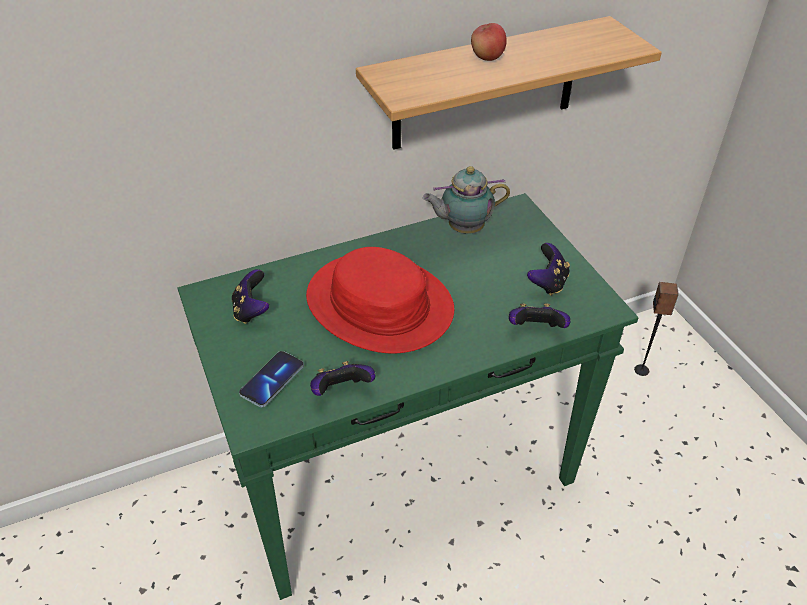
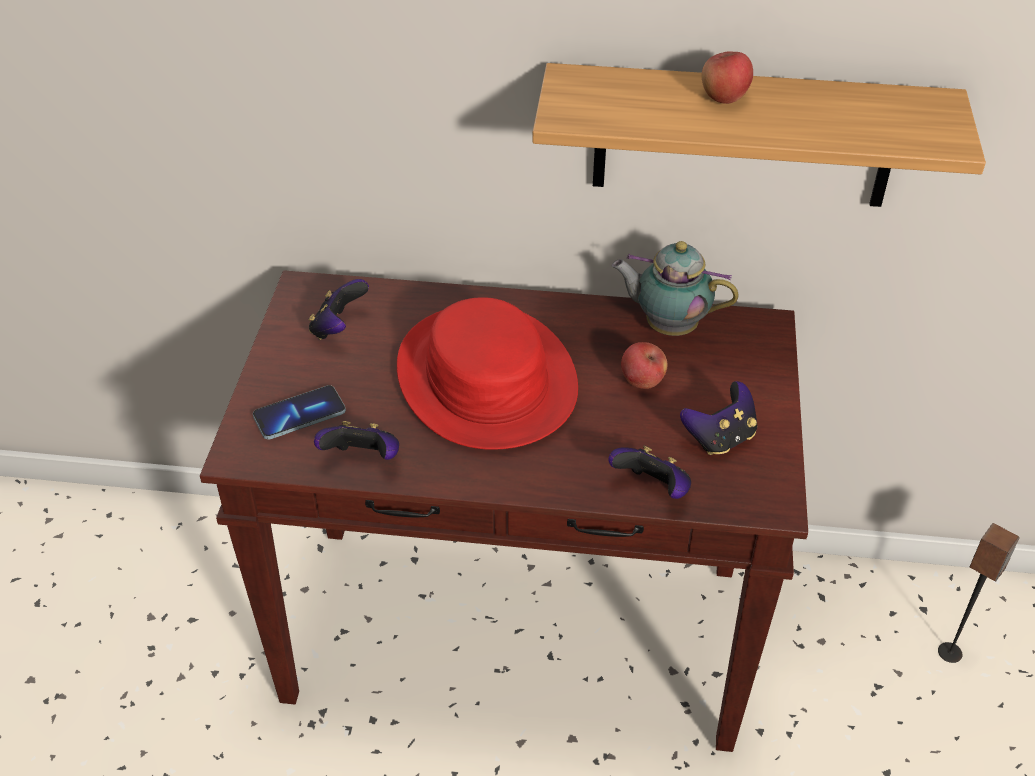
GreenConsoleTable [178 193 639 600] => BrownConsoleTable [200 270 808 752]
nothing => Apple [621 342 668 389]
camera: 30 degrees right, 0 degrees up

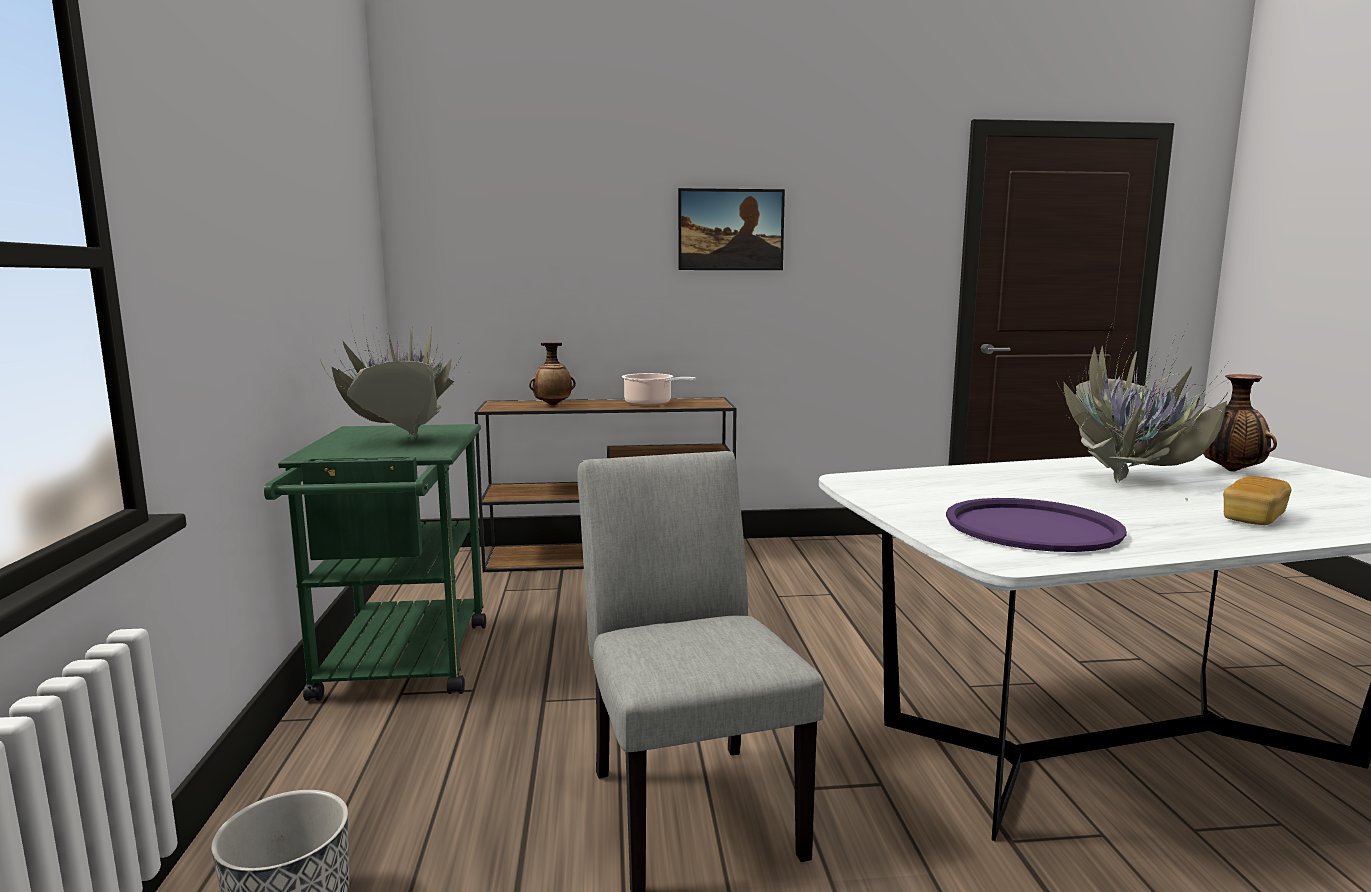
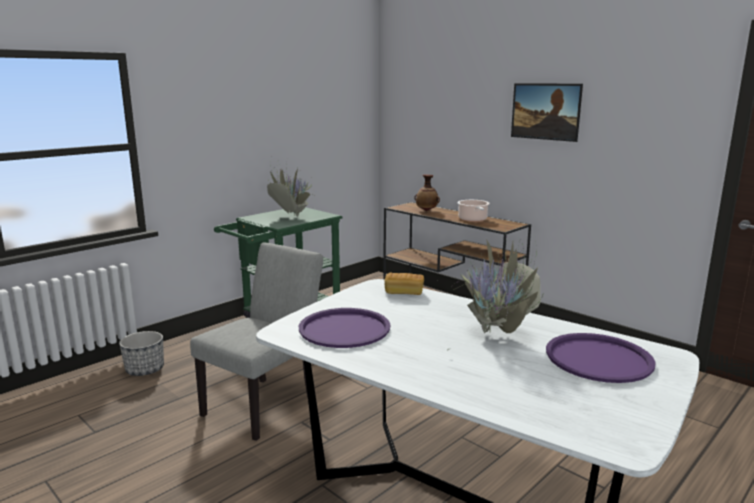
Vase [1203 374 1277 472] => PurpleTray [546 333 656 383]
Bread [1223 476 1291 525] => Bread [385 273 424 295], move
camera: 50 degrees right, 5 degrees up

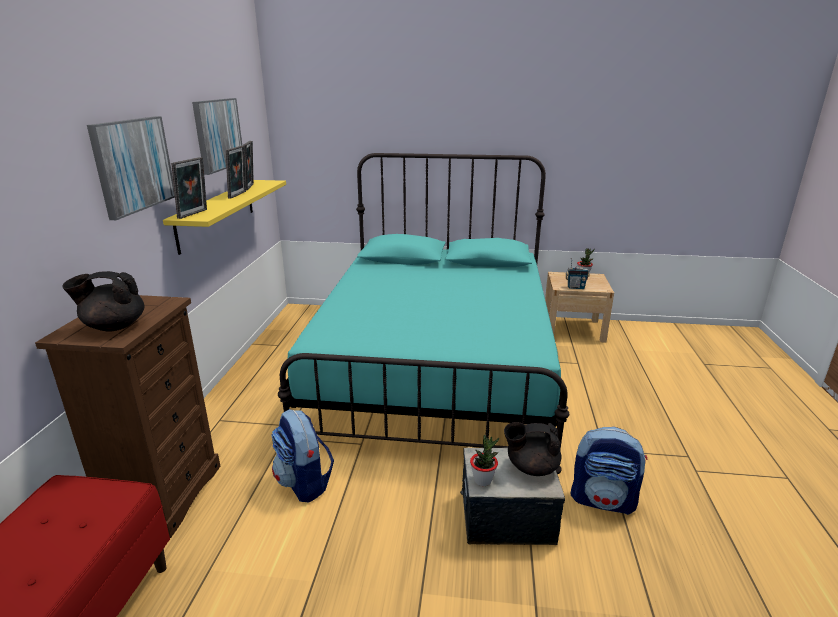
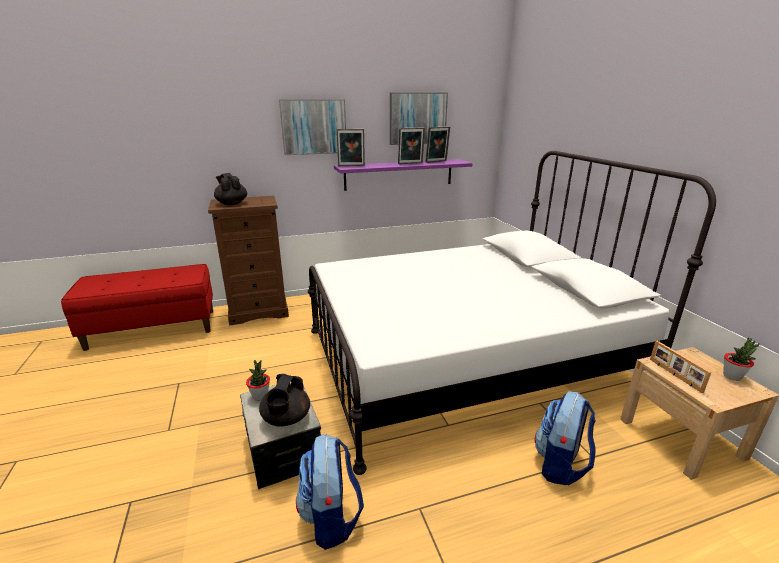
YellowShelf [163 180 286 255] => PurpleShelf [334 159 473 191]
Backpack [272 409 334 502] => Backpack [534 391 596 485], move
TurquoiseBed [278 153 569 474] => WhiteBed [308 151 716 475]
BlackTeapot [504 422 561 476] => BlackTeapot [259 374 310 427], 150 degrees counterclockwise
Radio [566 258 590 289] => PictureFrame [650 341 712 393]
camera: 65 degrees right, 0 degrees up

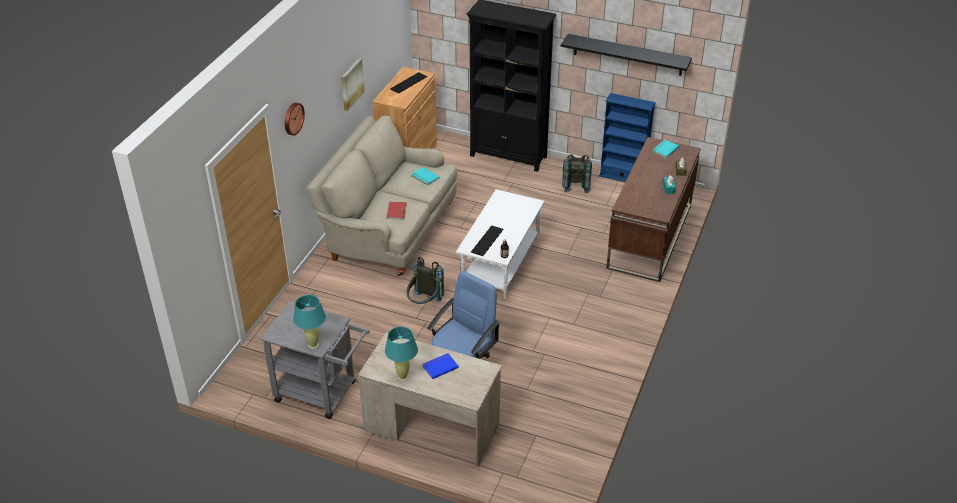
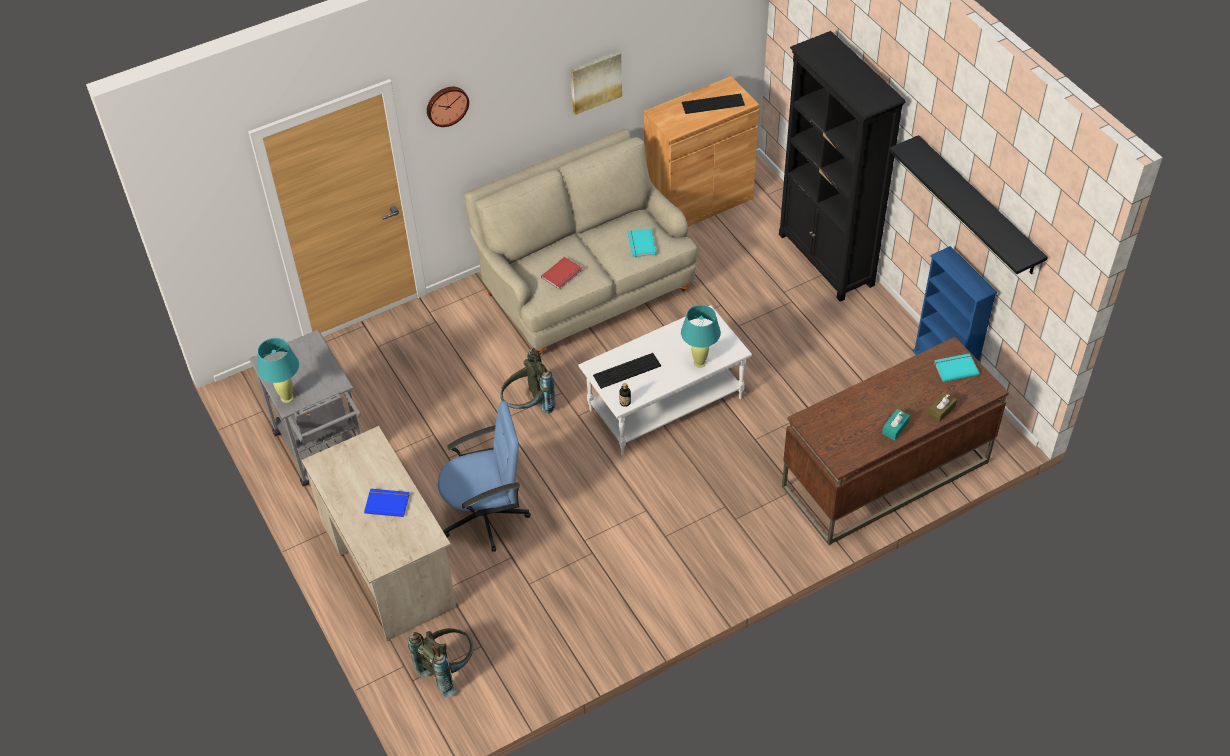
TurquoiseTableLamp [385 327 418 381] => TurquoiseTableLamp [681 305 721 368], move
GreyBackpack [562 154 592 193] => GreyBackpack [408 628 473 698], move
camera: 40 degrees right, 10 degrees up

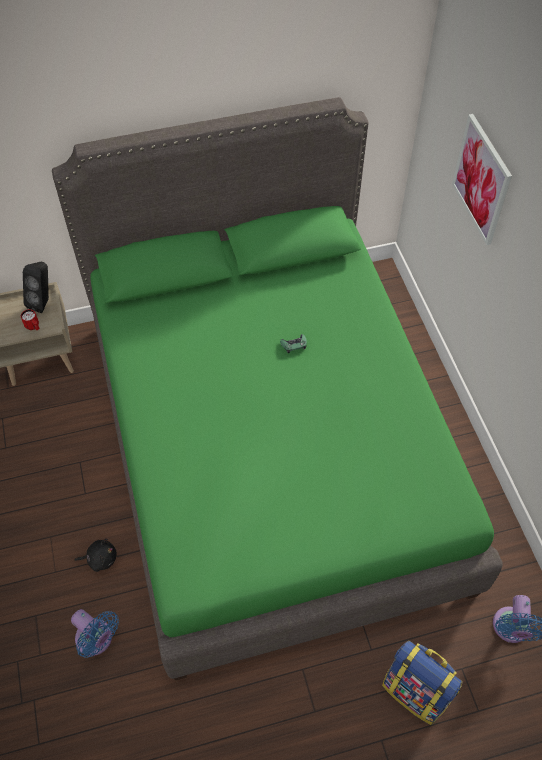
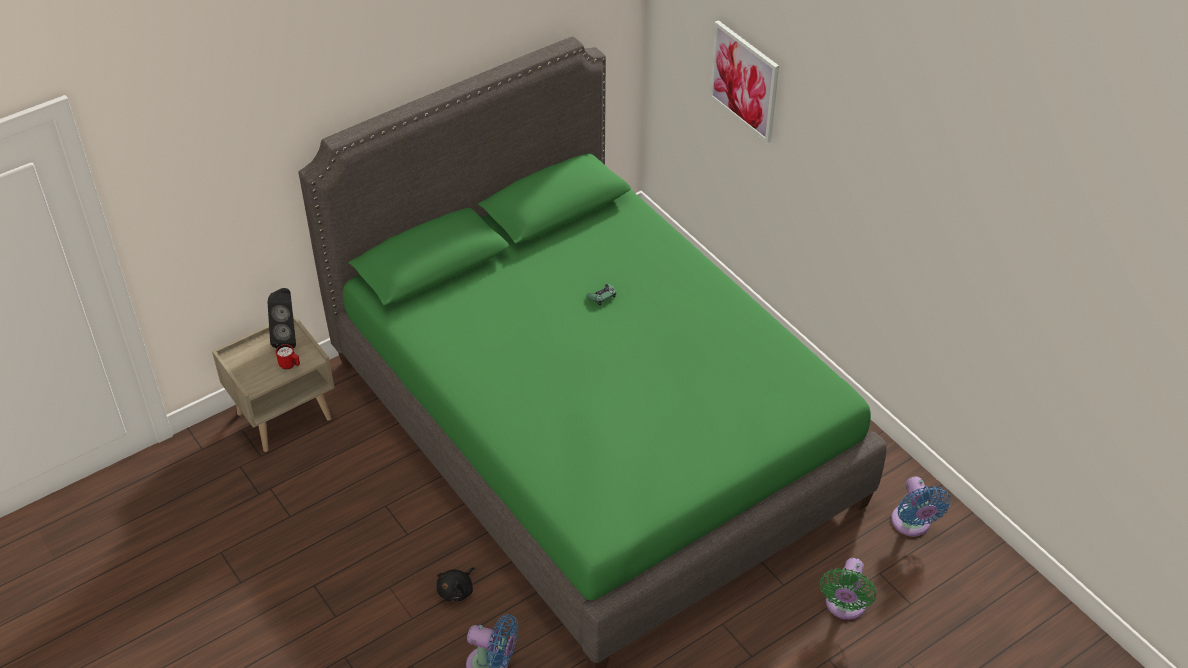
BlackPlushToy [74 539 117 572] => BlackPlushToy [436 567 475 602], 150 degrees clockwise
Backpack [382 641 462 725] => GreenFan [820 558 876 620]
camera: 20 degrees left, 10 degrees down

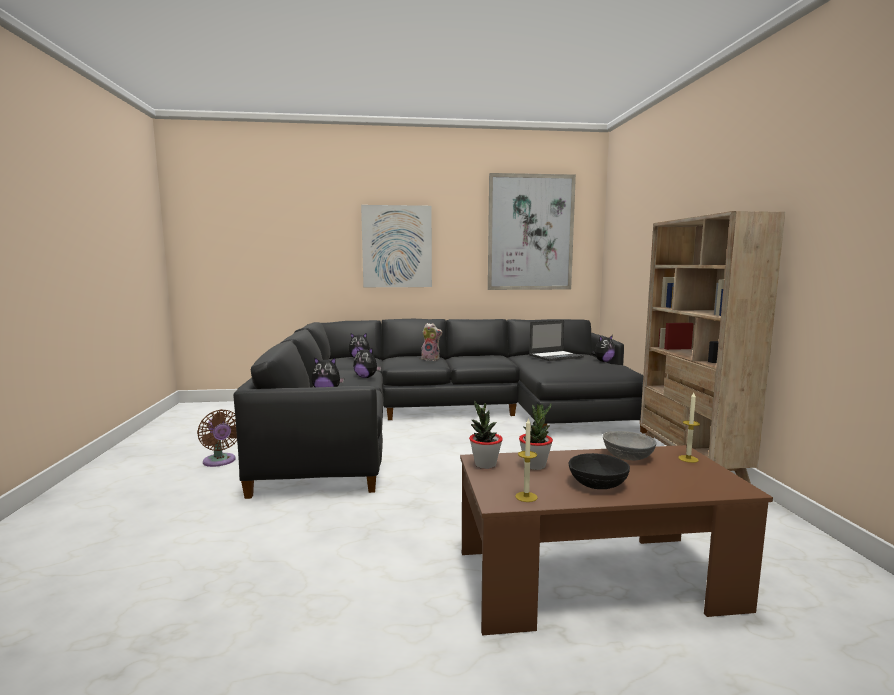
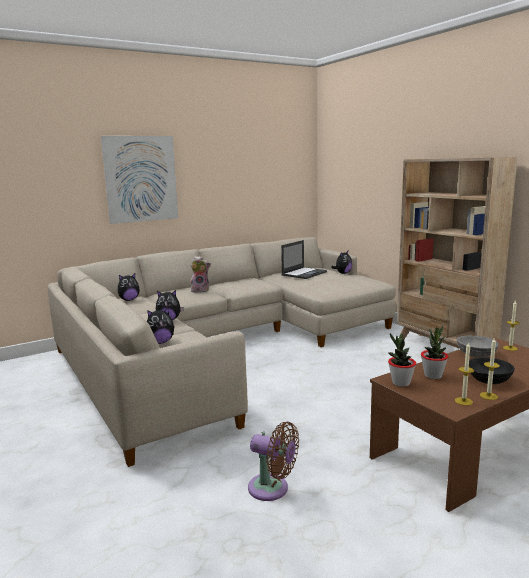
BrownFan [197 409 237 467] => BrownFan [248 422 299 501], move
BlackSofa [233 319 648 499] => BeigeSofa [48 237 396 467]
Picture [488 173 576 290] => nothing
nothing => Candle [480 338 500 400]
camera: 25 degrees left, 5 degrees up

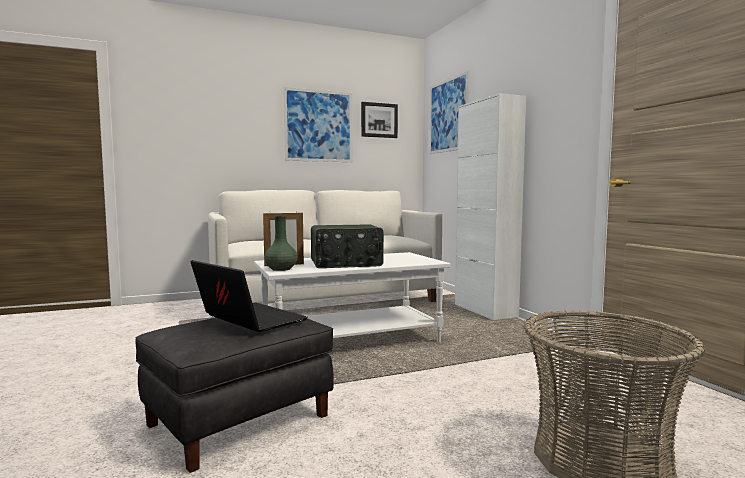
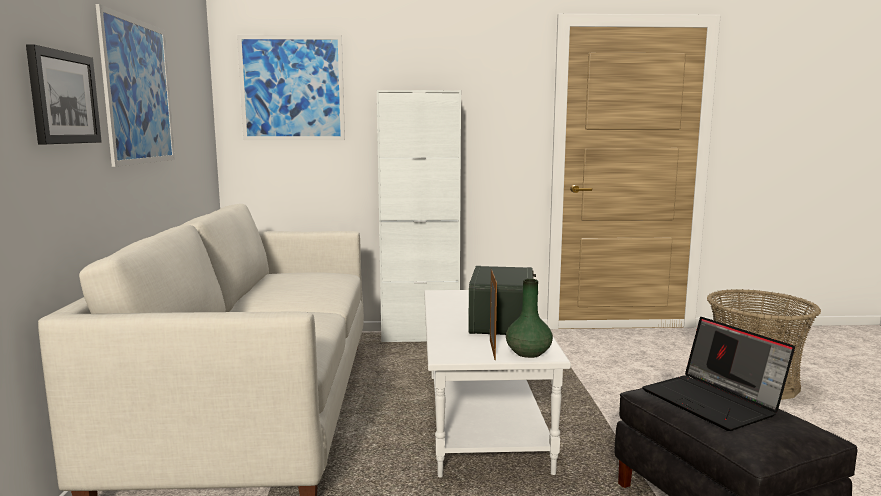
Laptop [191 260 308 332] => Laptop [642 317 795 431], 90 degrees counterclockwise
Picture [361 102 398 138] => Picture [26 44 102 144], move
camera: 70 degrees left, 5 degrees up

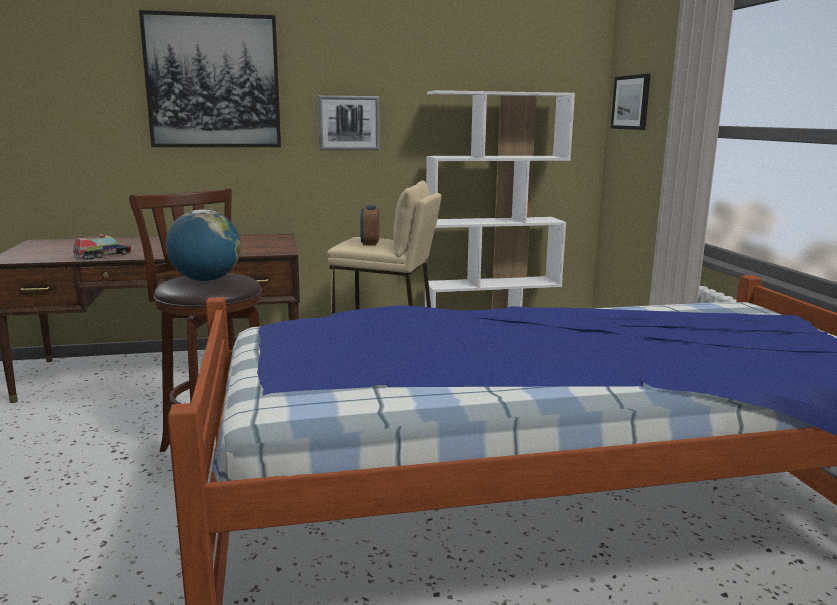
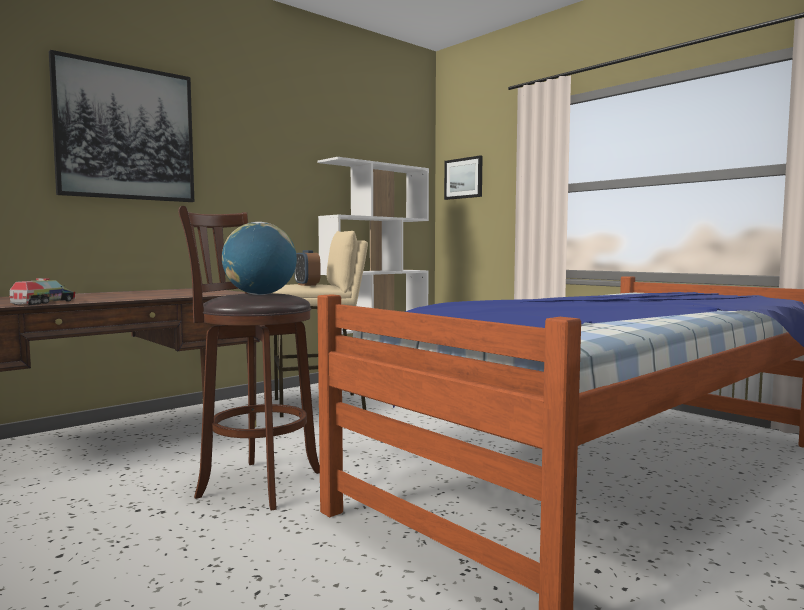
Picture [318 95 380 150] => nothing
camera: 30 degrees left, 10 degrees down

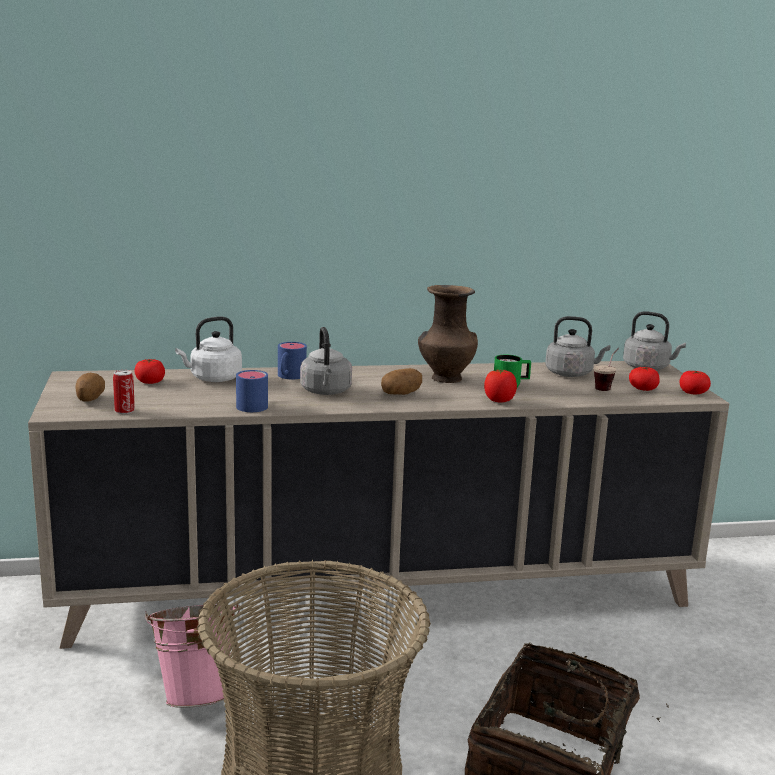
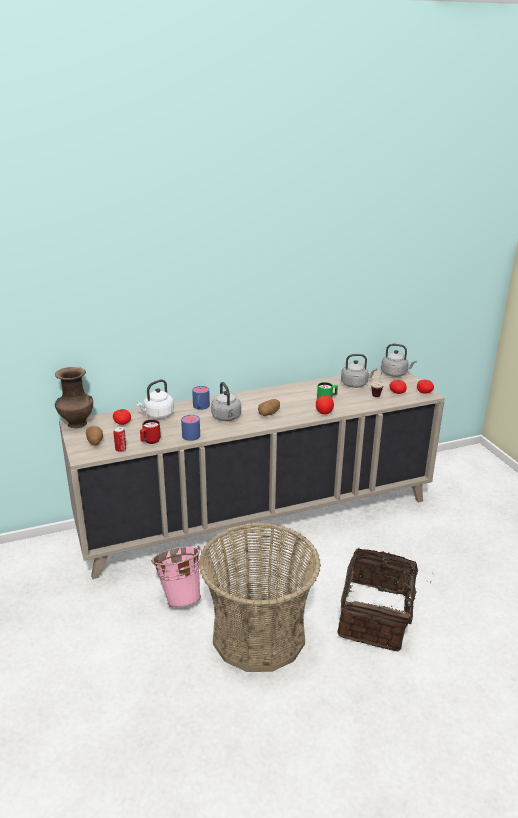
BrownVase [418 285 478 383] => BrownVase [55 367 93 428], move
nothing => RedMug [140 419 161 444]
camera: 10 degrees left, 10 degrees up

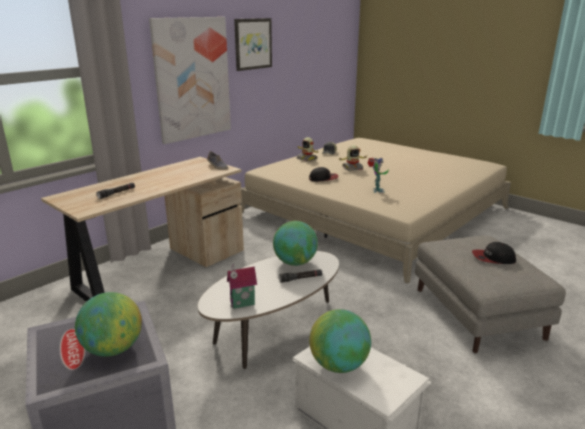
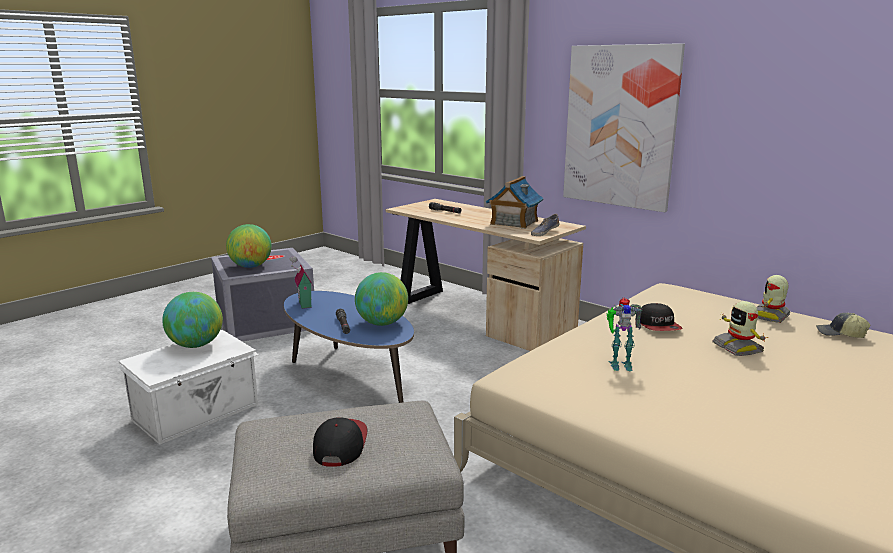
WhiteCoffeeTable [198 251 339 369] => BlueCoffeeTable [284 291 414 403]
Picture [234 18 272 71] => nothing
nothing => ToyHouse [486 176 544 229]
camera: 90 degrees right, 5 degrees down

